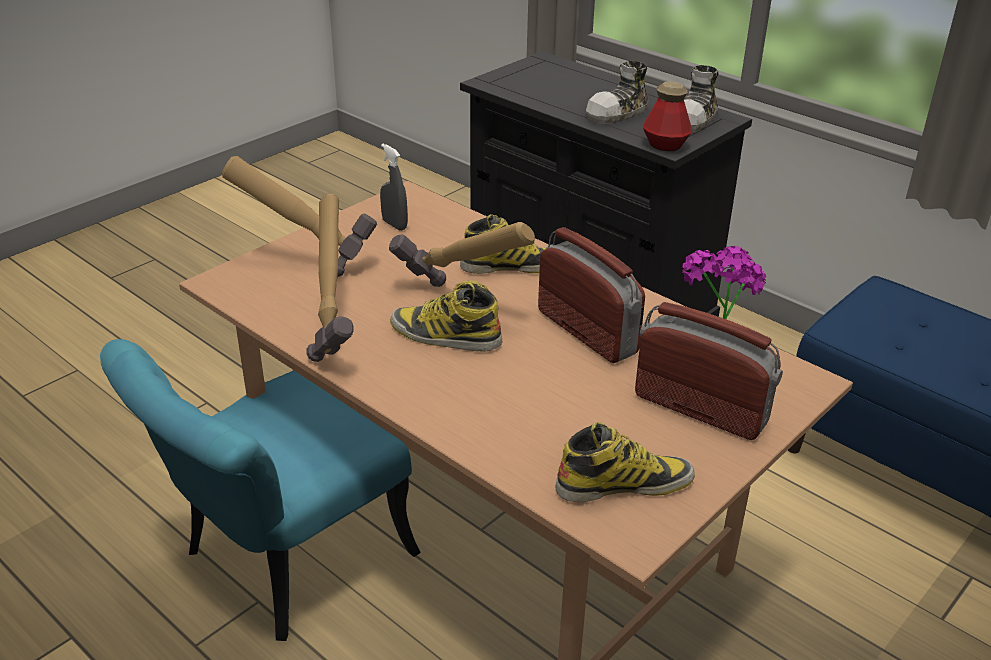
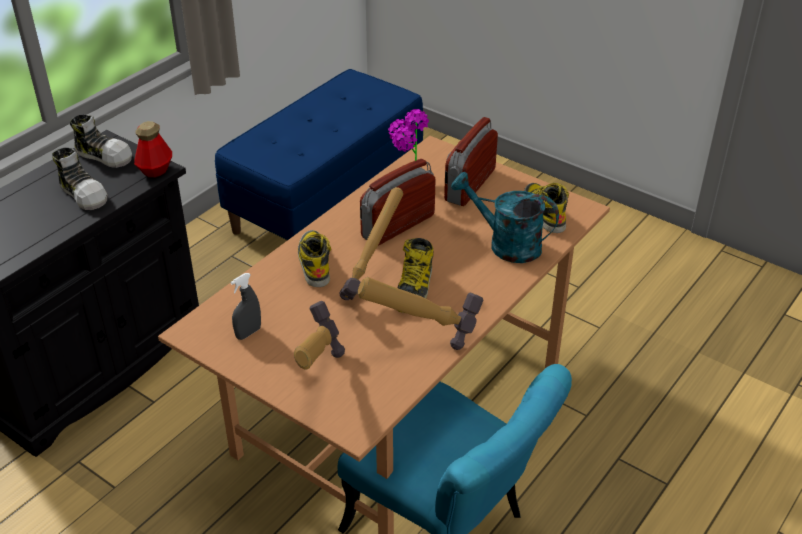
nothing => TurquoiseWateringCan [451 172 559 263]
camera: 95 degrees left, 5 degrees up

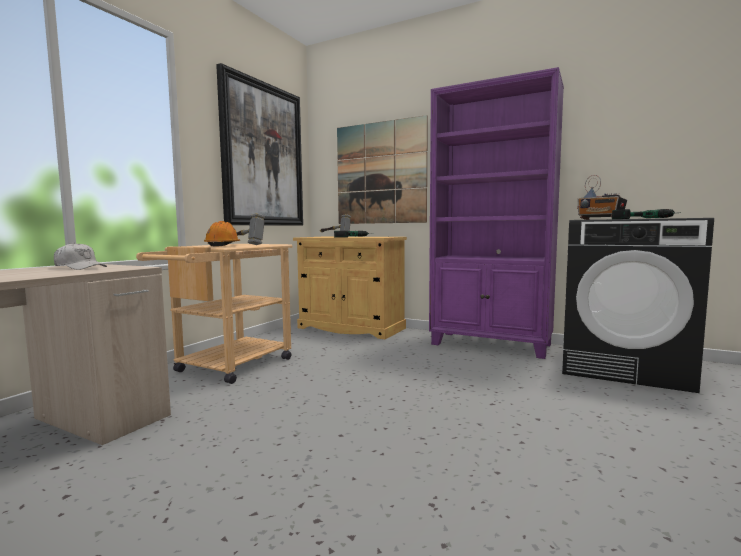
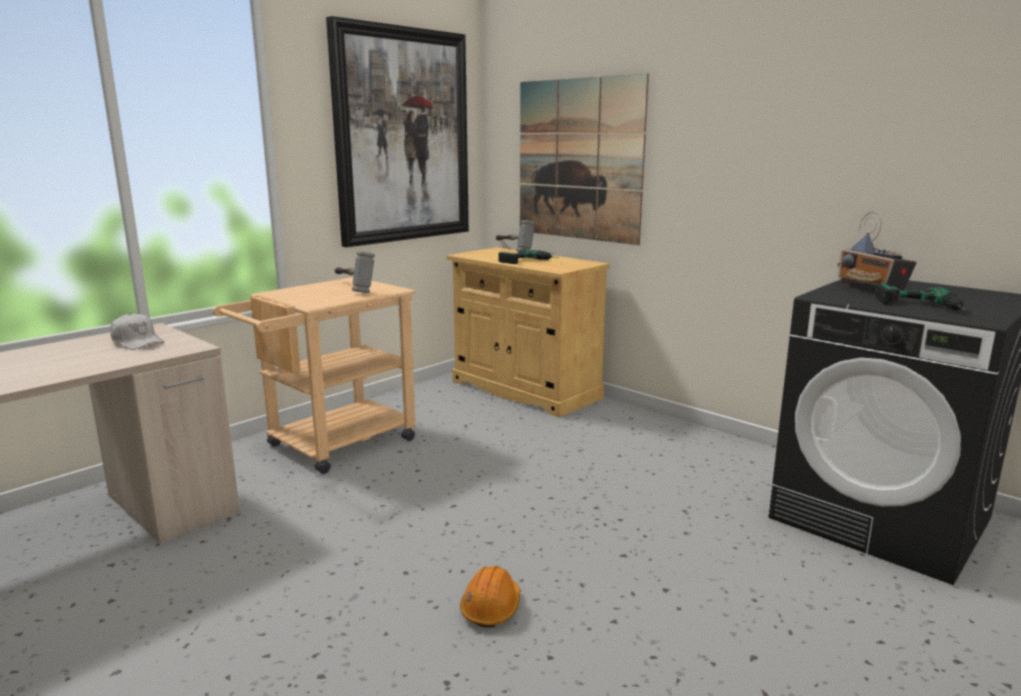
OrangeHardHat [204 221 240 247] => OrangeHardHat [460 566 520 628], move
PurpleBookcase [429 67 564 359] => nothing
camera: 15 degrees right, 10 degrees up

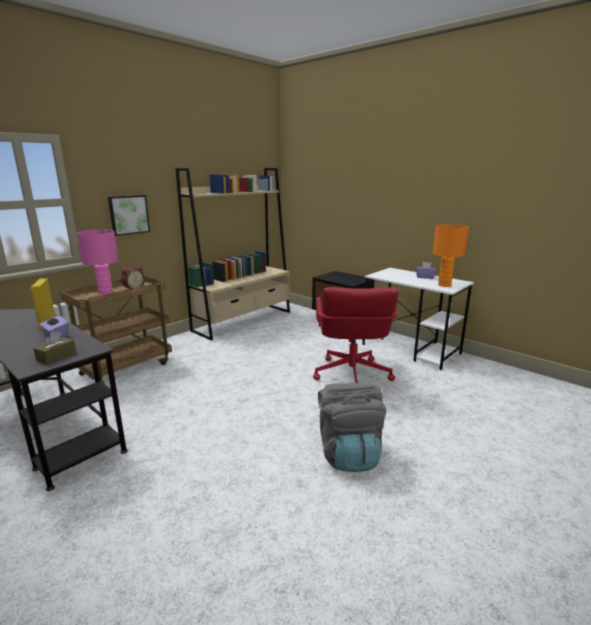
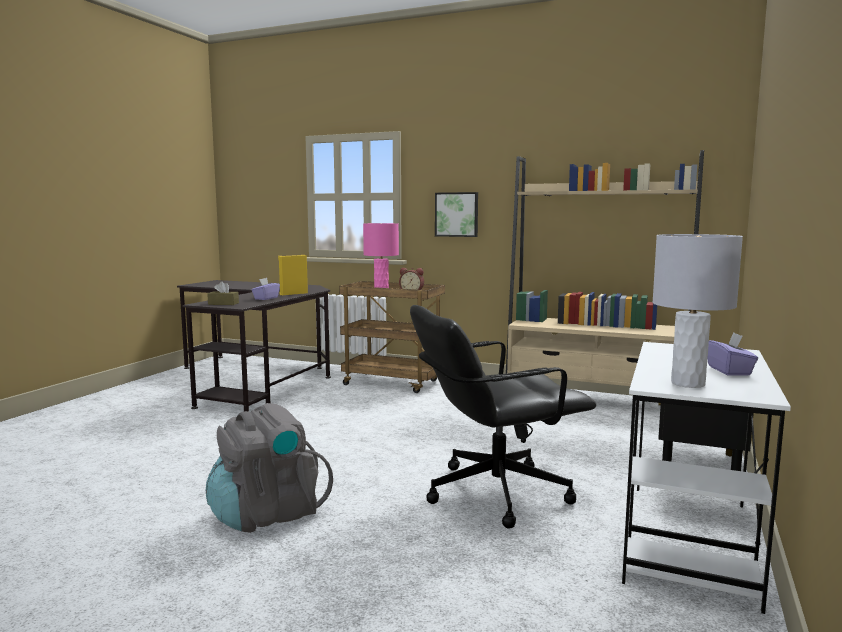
RedOfficeChair [313 287 399 383] => BlackOfficeChair [410 305 596 529]
OrangeTableLamp [432 224 469 287] => GreyTableLamp [652 234 743 388]
camera: 70 degrees right, 10 degrees down

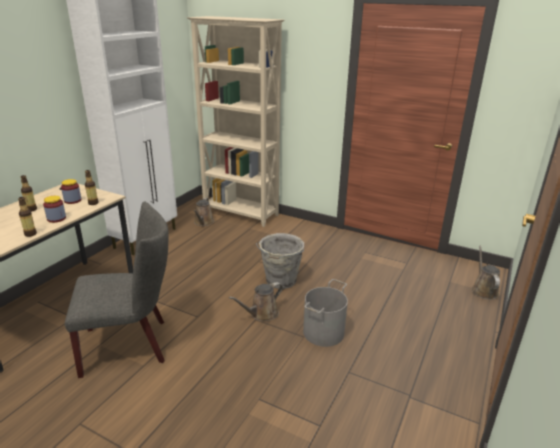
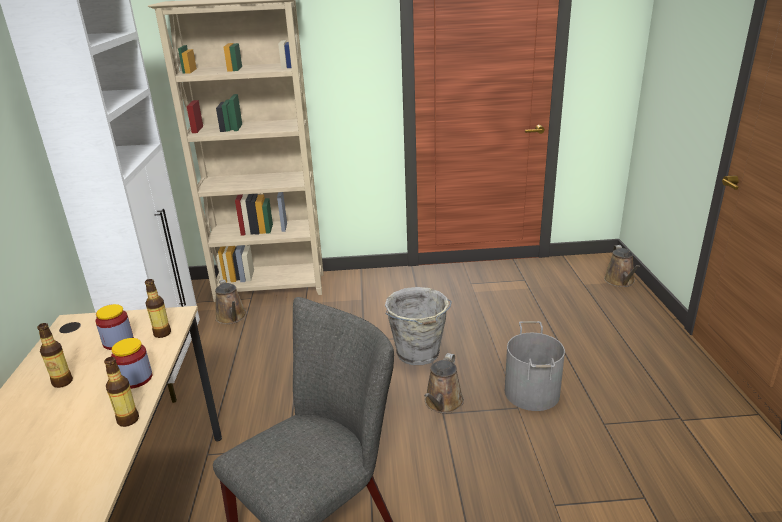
BrownWateringCan [472 246 500 300] => BrownWateringCan [604 245 640 287], 150 degrees counterclockwise
camera: 30 degrees left, 0 degrees up

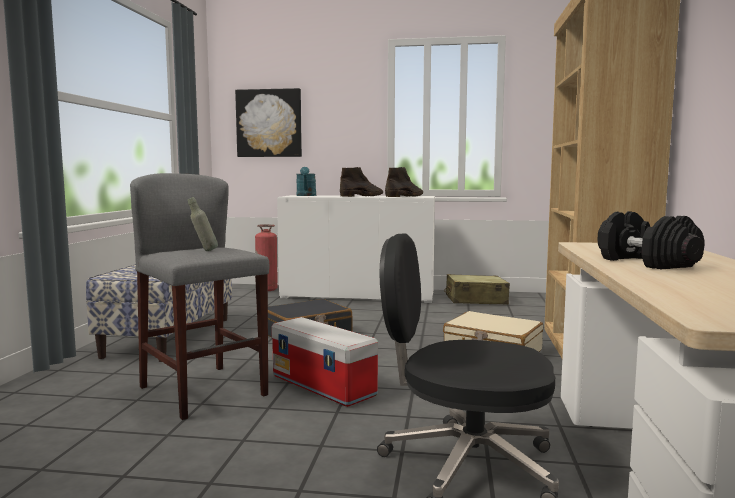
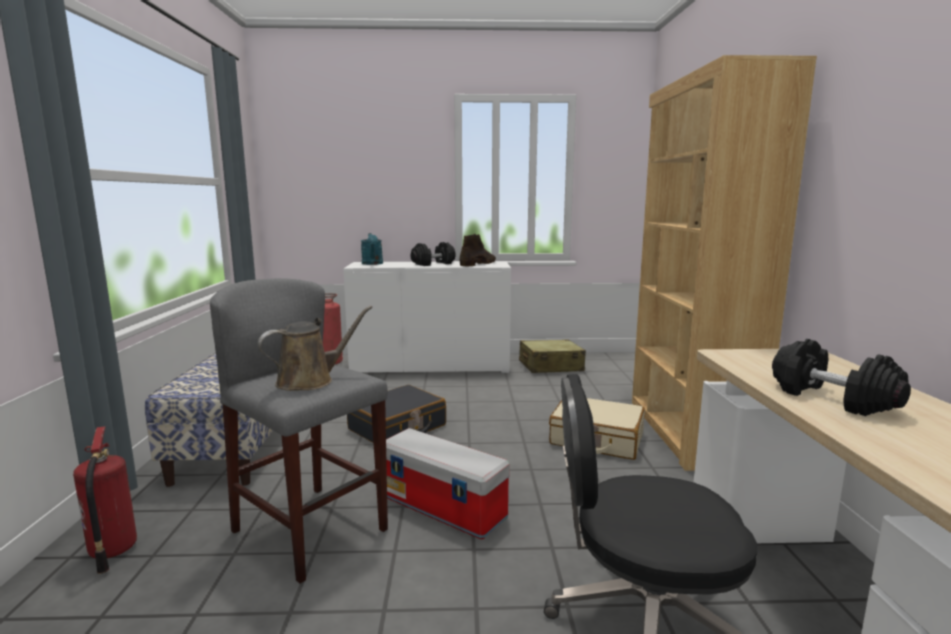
GreyBottle [188 197 218 251] => BrownWateringCan [258 306 372 391]
Picture [235 88 302 157] => nothing
BrownBoot [340 167 383 197] => BlackDumbbell [411 242 456 266]
nothing => FireExtinguisher [73 426 137 574]
camera: 10 degrees left, 5 degrees up

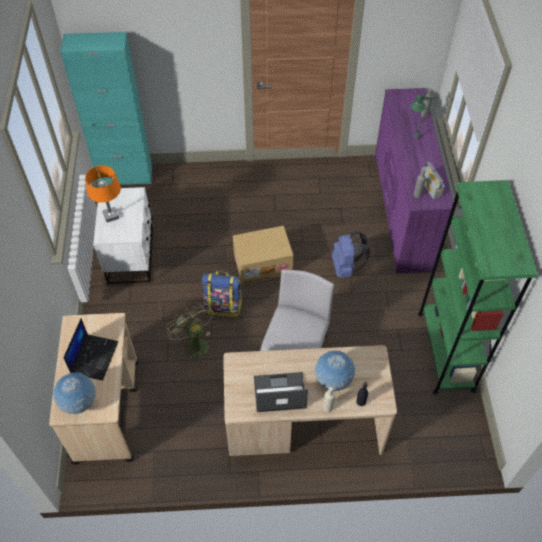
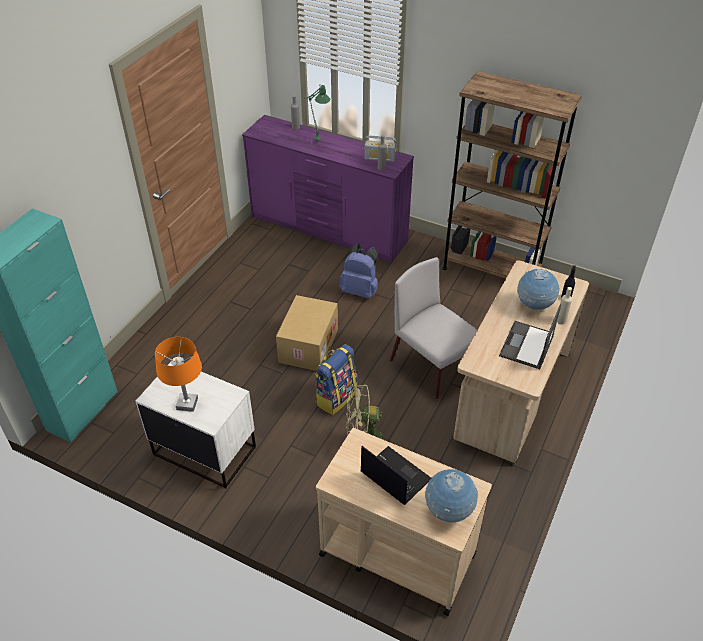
GreenBookcase [418 180 538 395] => BrownBookcase [442 71 582 279]
camera: 60 degrees left, 10 degrees down

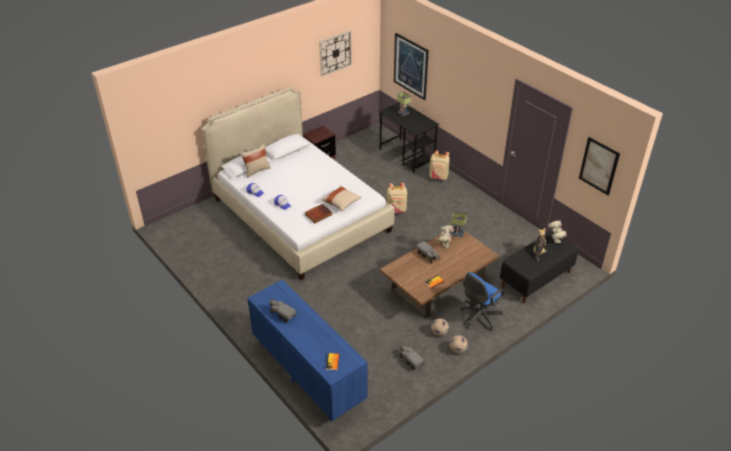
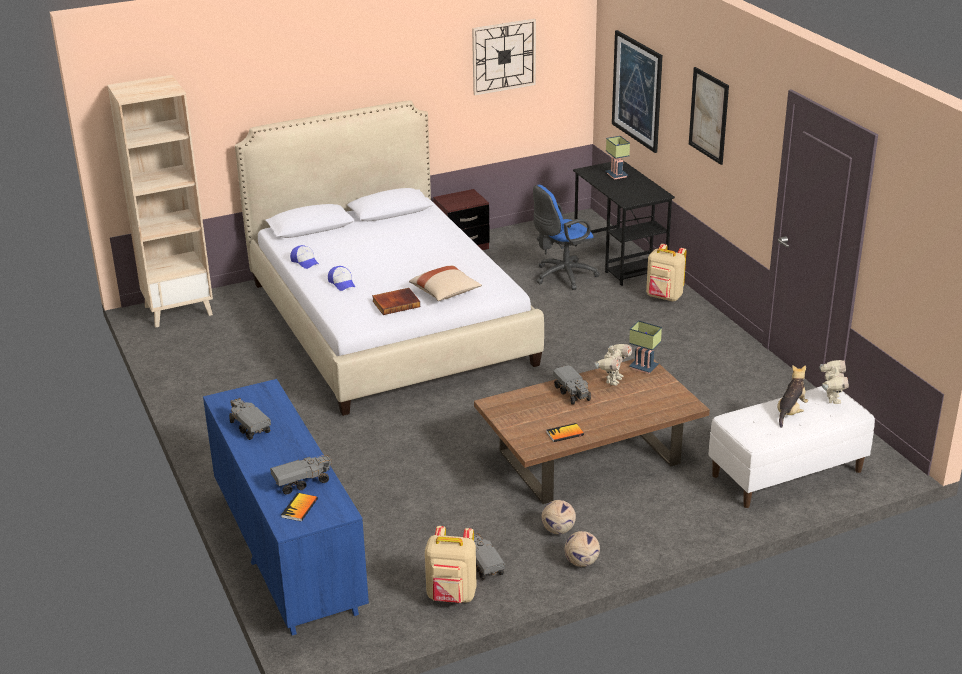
BeigePillow [240 143 271 178] => nothing
BeigeBackpack [387 183 407 213] => BeigeBackpack [425 526 477 603], move
BlueOfficeChair [460 272 504 331] => BlueOfficeChair [533 185 600 290], move
BlackBench [500 231 578 303] => WhiteBench [708 386 875 508]
Picture [579 137 620 196] => Picture [689 67 729 165], move
nothing => BeigeBookcase [107 75 213 328]
nothing => ToyTruck [270 454 332 495]
camera: 15 degrees right, 10 degrees down

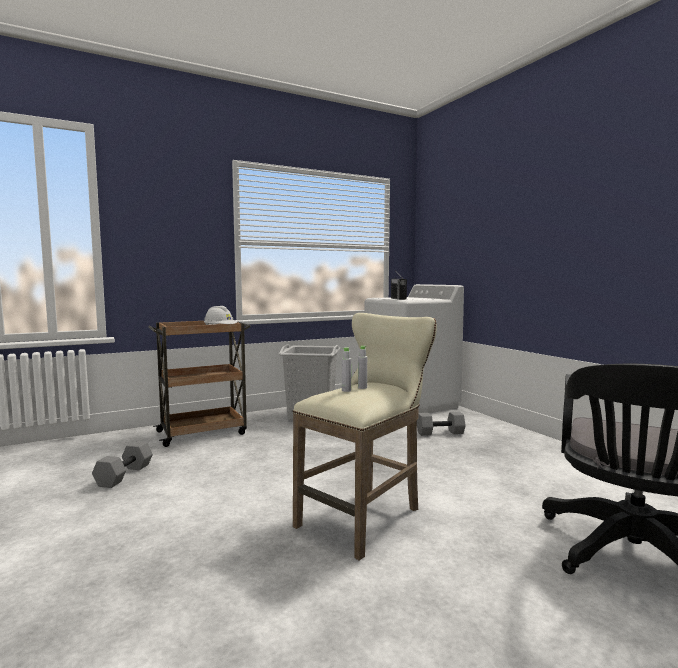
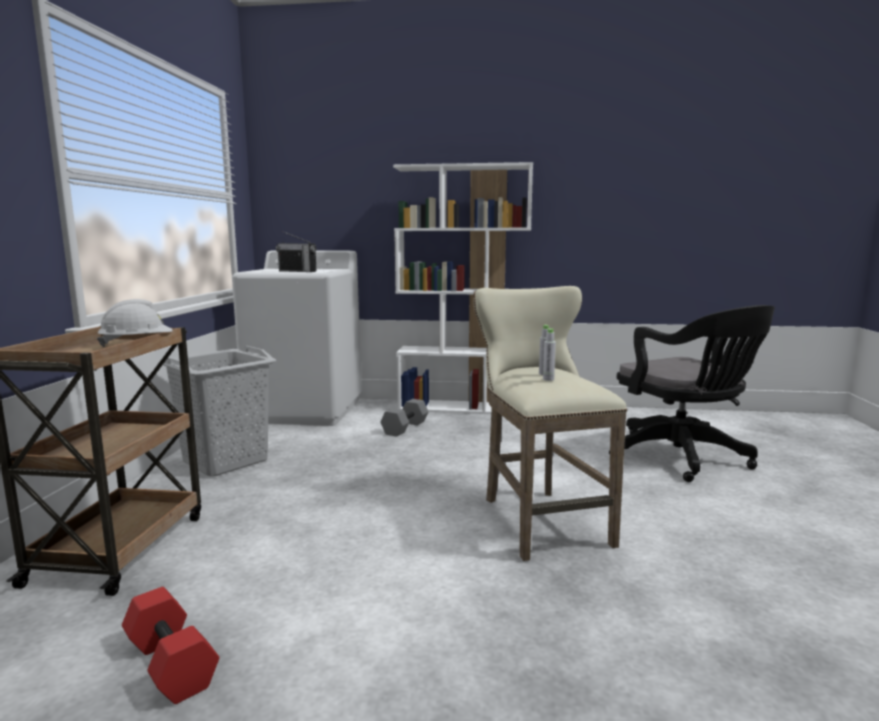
GreyDumbbell [92 441 153 488] => RedDumbbell [122 587 219 704]
nothing => WhiteBookcase [393 162 533 414]
camera: 55 degrees left, 5 degrees up

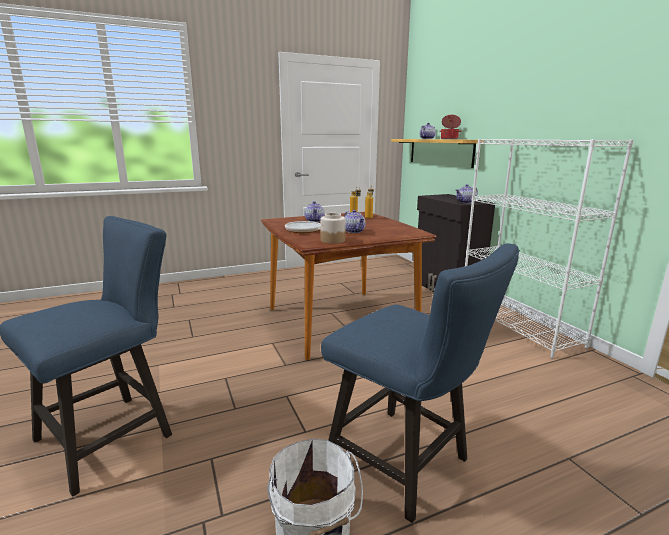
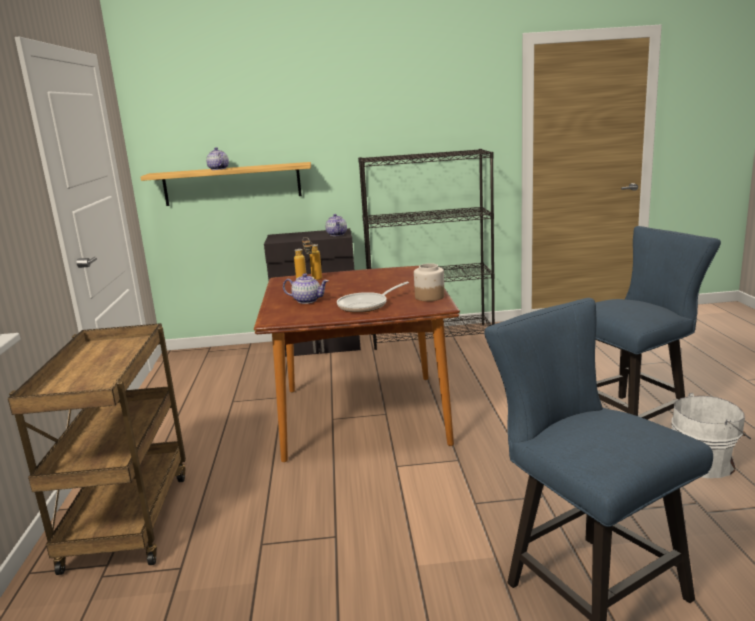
Teapot [344 210 366 233] => nothing
CookingPot [439 115 461 139] => nothing
WhiteBookcase [465 139 634 359] => BlackBookcase [358 149 495 350]
nothing => BrownCart [8 323 186 575]
camera: 70 degrees left, 0 degrees up

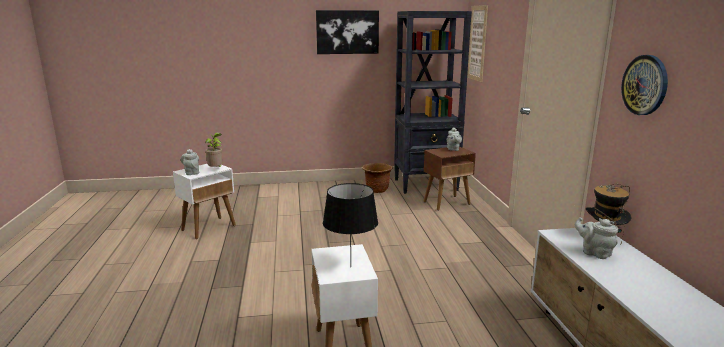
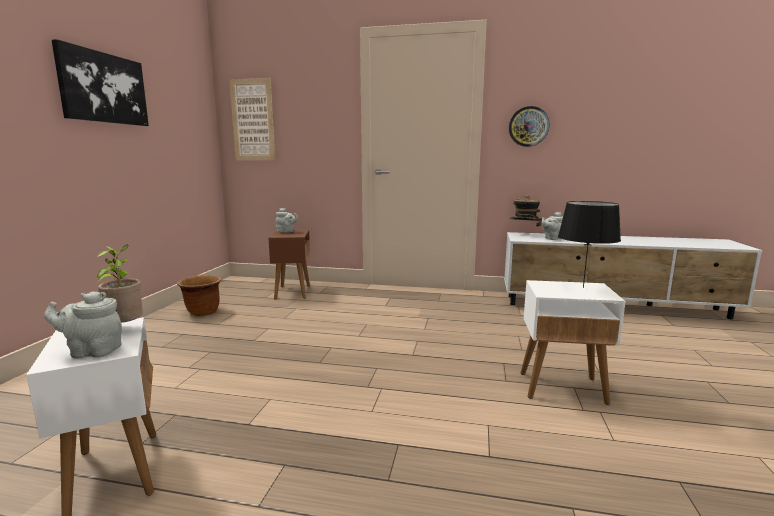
BlackBookcase [394 11 472 194] => nothing
camera: 70 degrees left, 5 degrees down

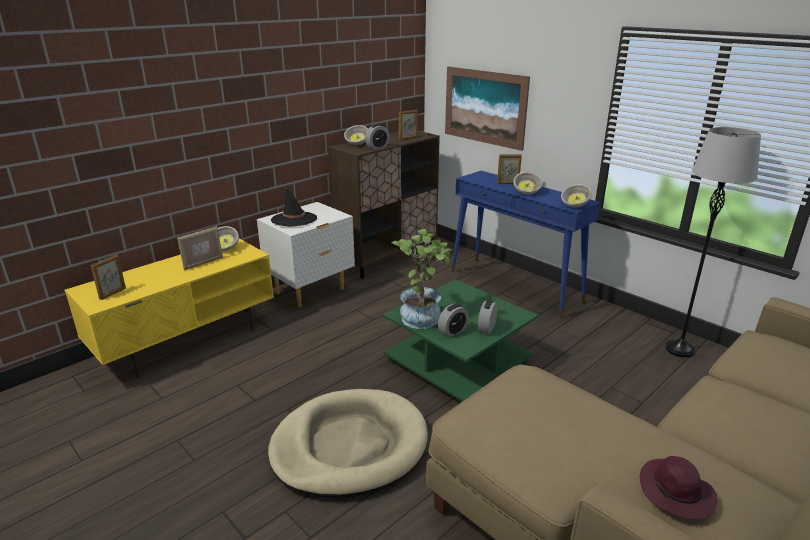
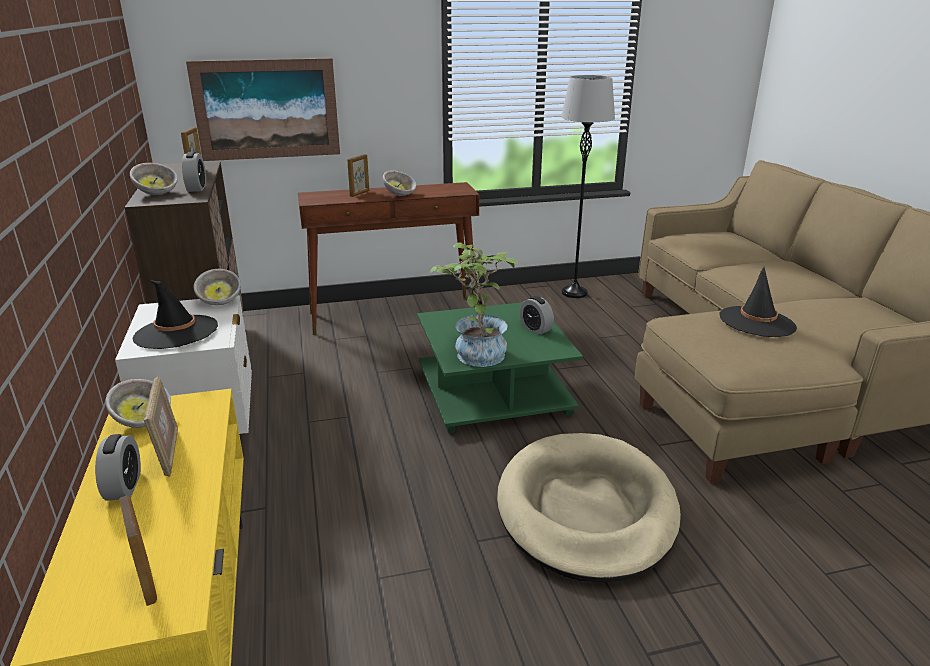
AlarmClock [438 304 469 337] => AlarmClock [95 434 141 501], move
BlueConsoleTable [451 171 600 319] => BrownConsoleTable [298 182 479 335]
Bowl [561 184 592 208] => Bowl [194 269 241 305], move
PurpleHat [640 456 717 519] => nothing
nothing => BlackHat [720 267 797 337]
camera: 60 degrees left, 0 degrees up

